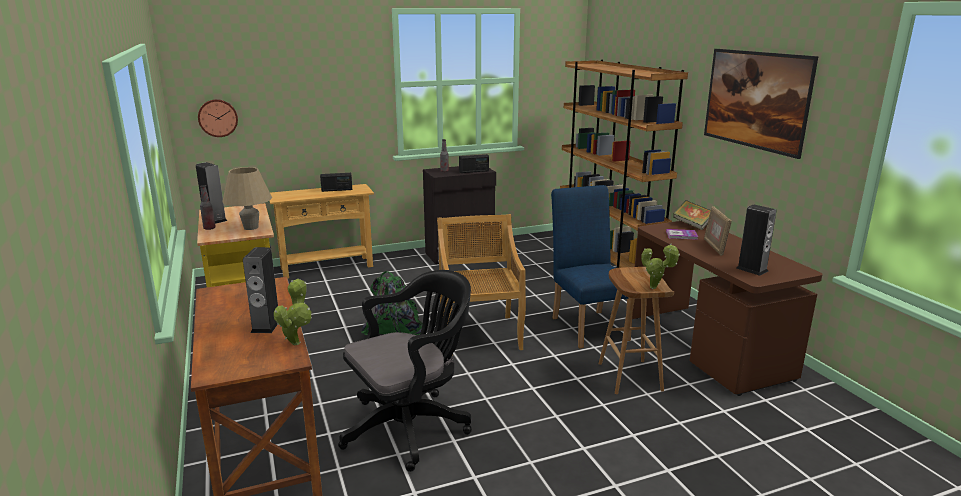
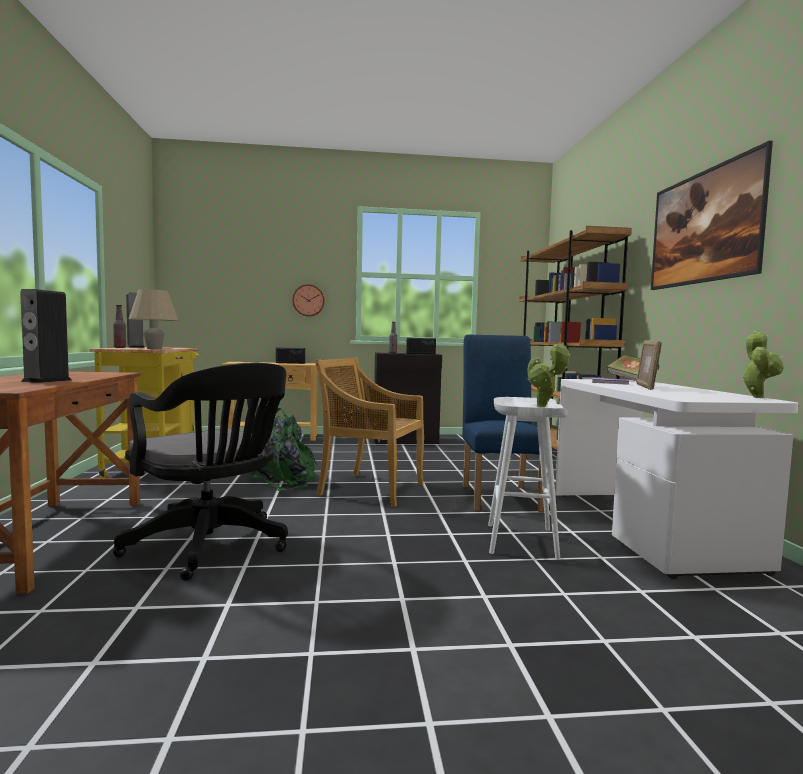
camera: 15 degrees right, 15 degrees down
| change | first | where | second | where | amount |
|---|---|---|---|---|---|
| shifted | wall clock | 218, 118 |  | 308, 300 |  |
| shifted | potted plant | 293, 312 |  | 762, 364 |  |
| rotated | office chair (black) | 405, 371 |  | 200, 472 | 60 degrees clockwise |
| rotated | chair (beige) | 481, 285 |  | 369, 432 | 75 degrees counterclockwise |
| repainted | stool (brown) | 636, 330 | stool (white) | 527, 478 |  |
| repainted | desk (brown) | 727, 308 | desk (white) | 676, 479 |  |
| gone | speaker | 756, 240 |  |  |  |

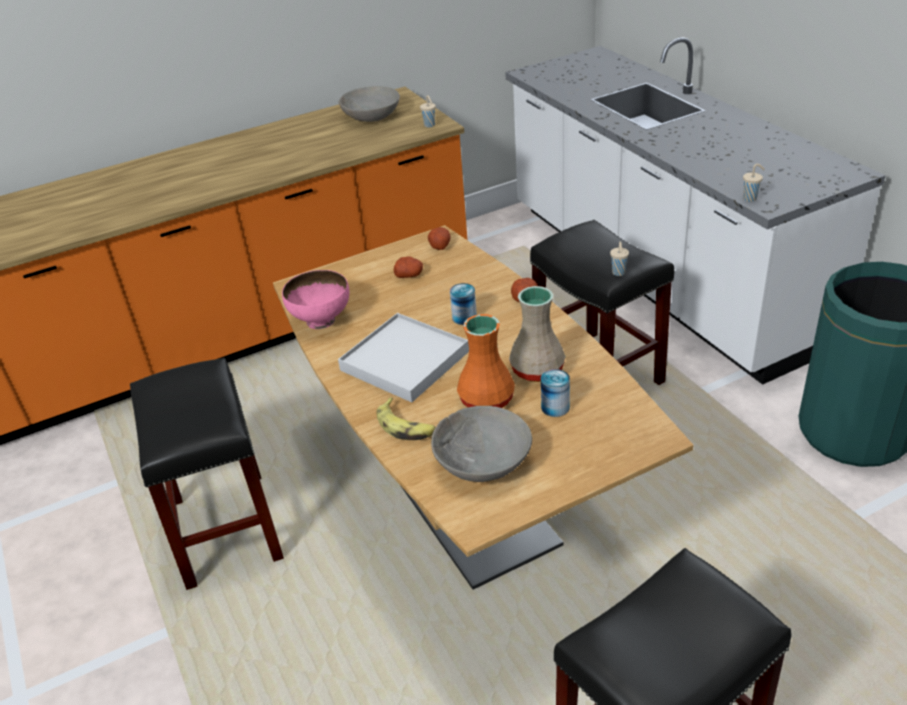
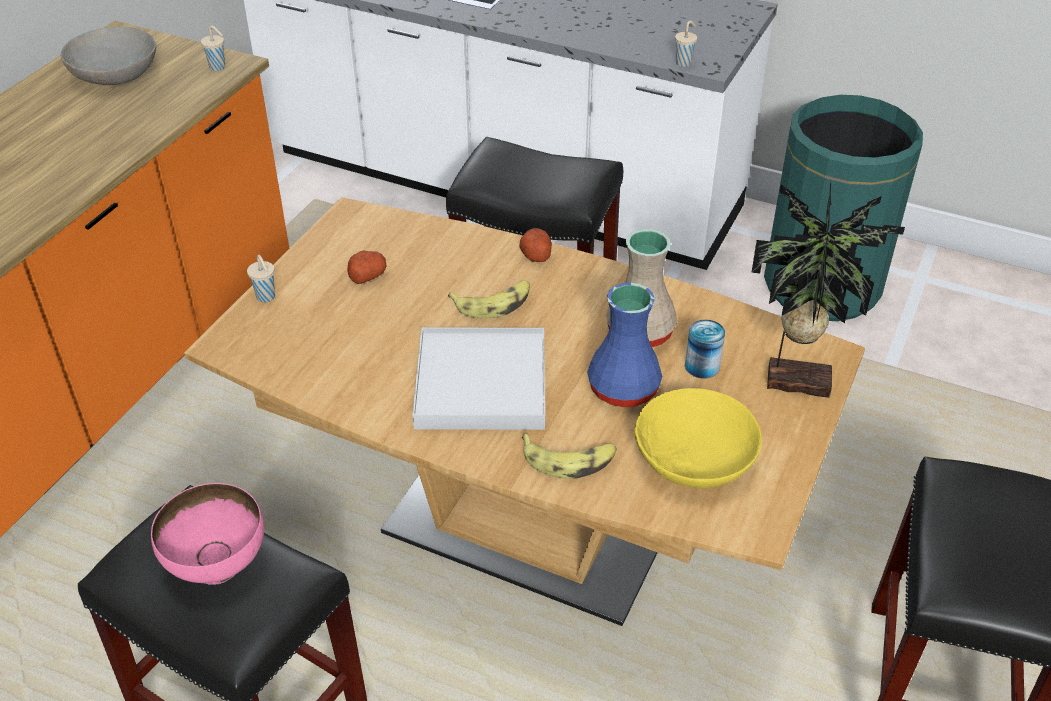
camera: 40 degrees left, 5 degrees up
| change | first | where | second | where | amount |
|---|---|---|---|---|---|
| shifted | bowl (pink) | 315, 299 |  | 207, 534 |  |
| gone | potato | 439, 238 |  |  |  |
| repainted | bowl (grey) | 481, 444 | bowl (yellow) | 698, 438 |  |
| swapped | can | 463, 304 | banana | 489, 299 |  |
| repainted | vase (orange) | 486, 361 | vase (blue) | 624, 345 |  |
| shifted | cup (beige) | 619, 258 |  | 261, 278 |  |
| new |  |  | potted plant | 828, 290 |  |

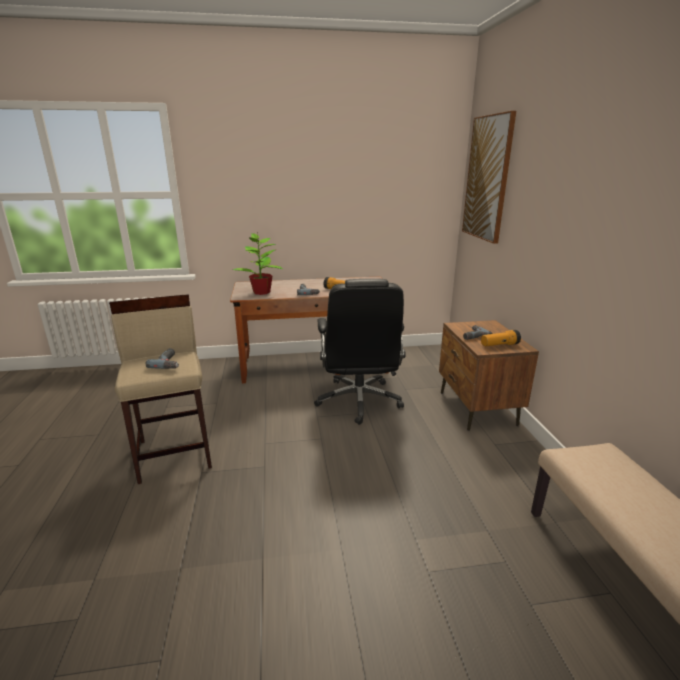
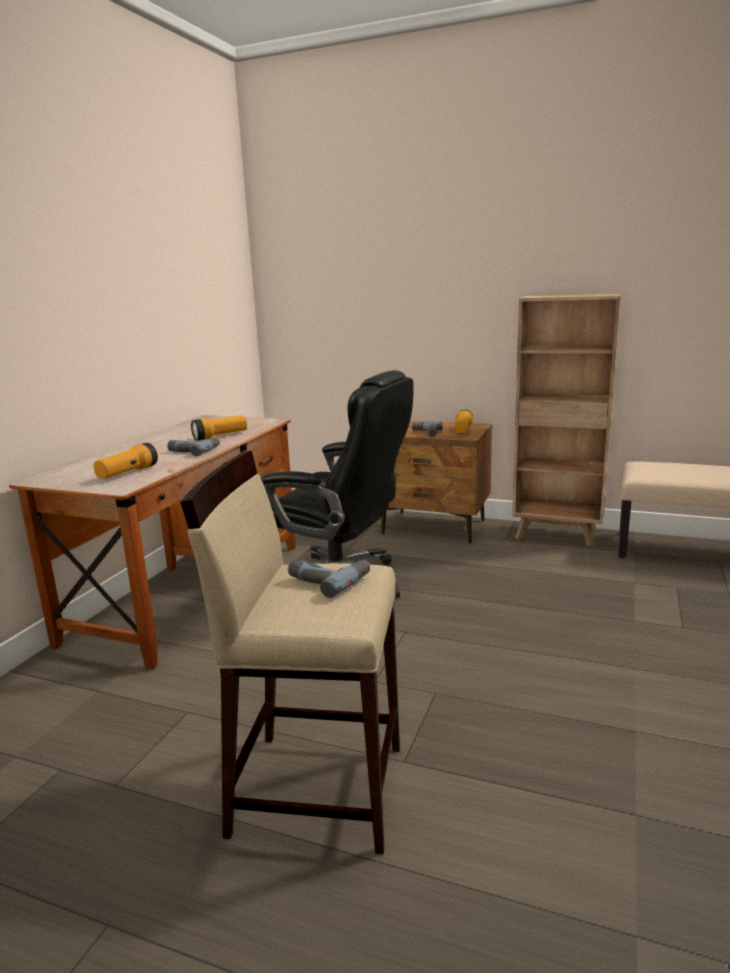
camera: 60 degrees left, 5 degrees down
| change | first | where | second | where | amount |
|---|---|---|---|---|---|
| swapped | potted plant | 258, 263 | flashlight | 126, 461 |  |
| gone | picture | 489, 177 |  |  |  |
| new |  |  | bookcase (brown) | 566, 420 |  |

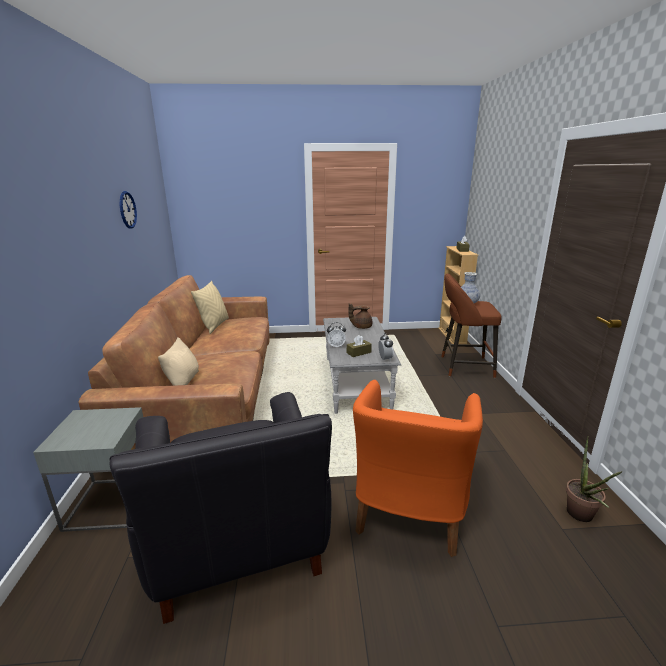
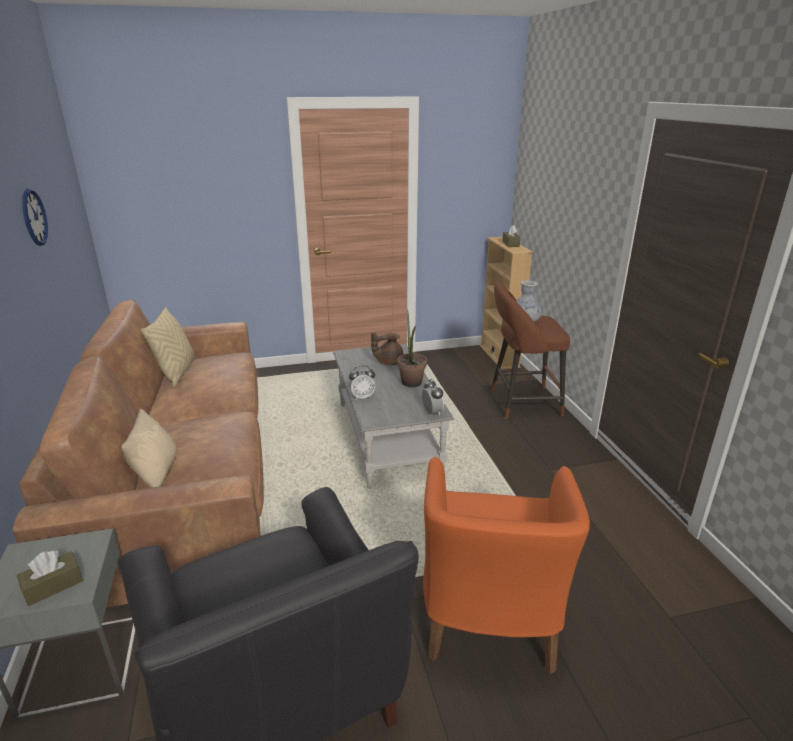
camera: 10 degrees left, 5 degrees up
| change | first | where | second | where | amount |
|---|---|---|---|---|---|
| shifted | tissue box (brown) | 359, 346 |  | 50, 578 |  |
| shifted | potted plant | 594, 479 |  | 412, 348 |  |

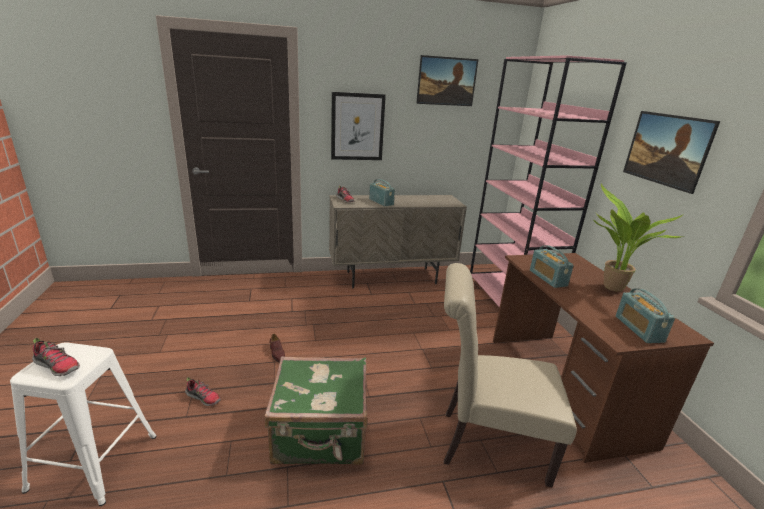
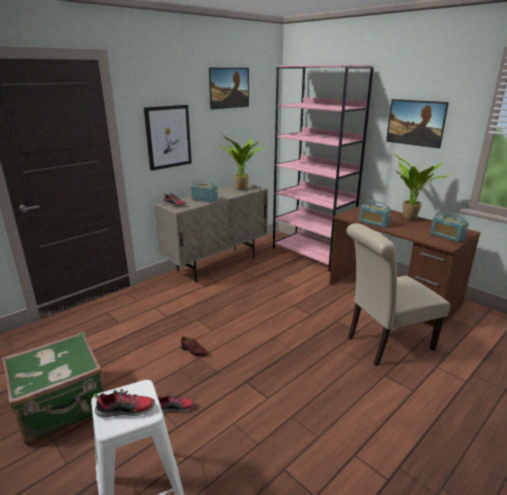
camera: 30 degrees left, 0 degrees up
| change | first | where | second | where | amount |
|---|---|---|---|---|---|
| shifted | suitcase (green) | 316, 411 |  | 53, 388 |  |
| new |  |  | potted plant | 242, 162 |  |

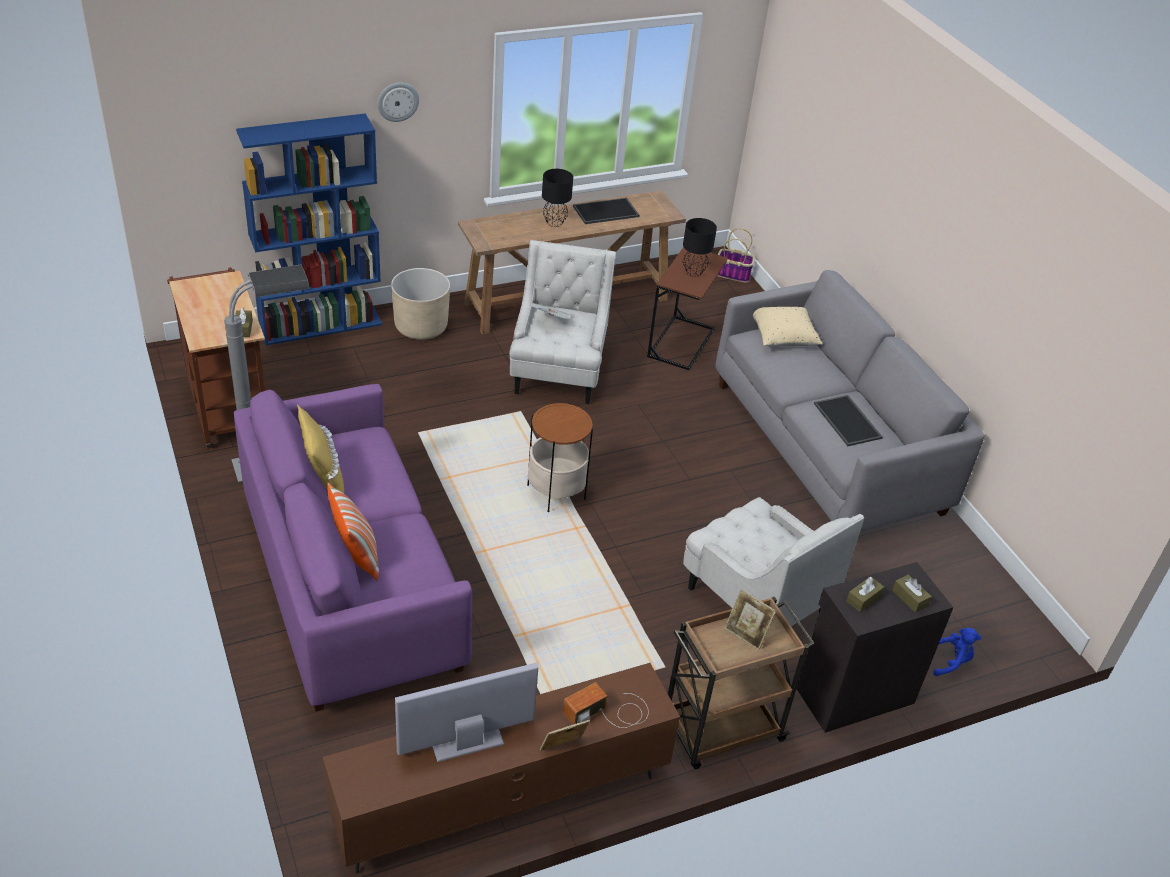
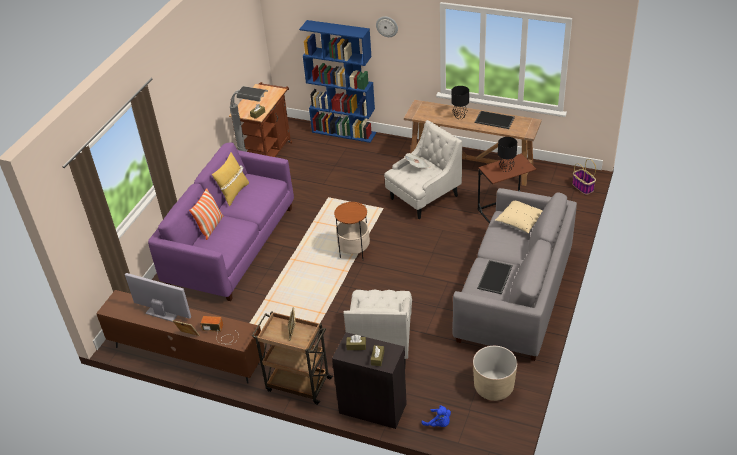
camera: 50 degrees right, 0 degrees up
| change | first | where | second | where | amount |
|---|---|---|---|---|---|
| shifted | planter (beige) | 420, 304 |  | 495, 373 |  |

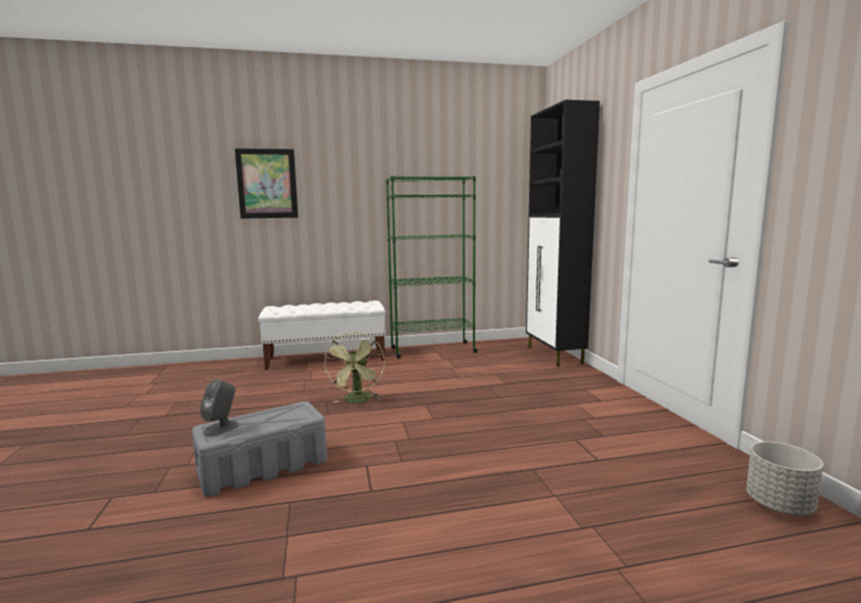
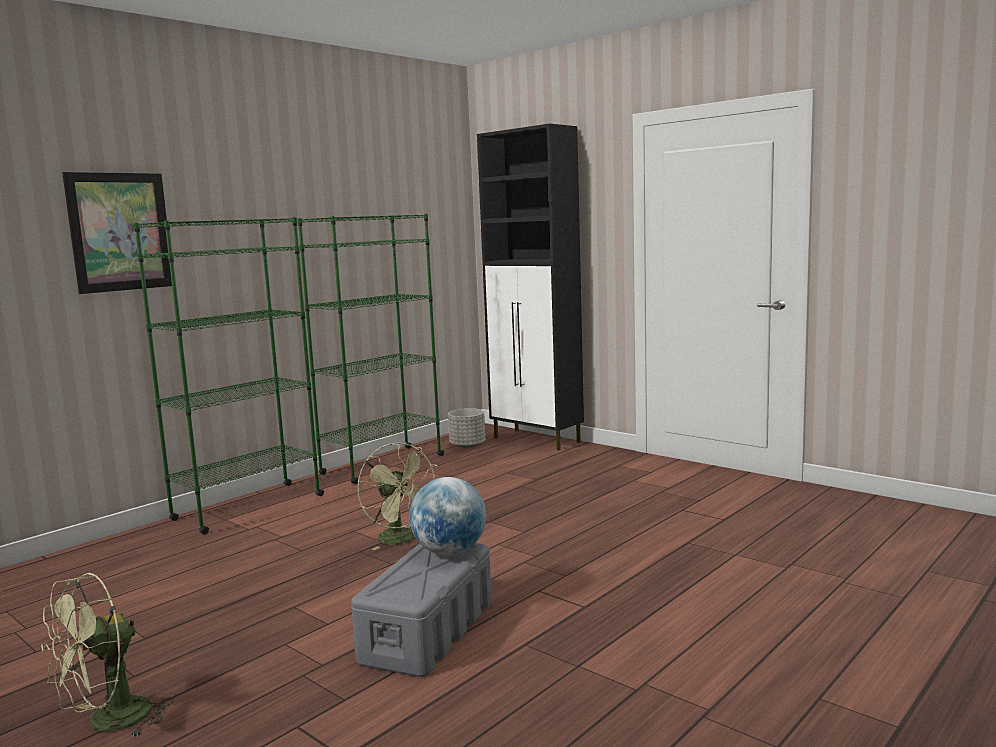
camera: 35 degrees left, 0 degrees up
| change | first | where | second | where | amount |
|---|---|---|---|---|---|
| gone | speaker (grey) | 219, 407 |  |  |  |
| swapped | bench (white) | 322, 335 | bookcase (green) | 229, 375 |  |
| shifted | planter (grey) | 784, 478 |  | 466, 428 |  |
| new |  |  | fan (green) | 107, 655 |  |
| new |  |  | globe | 447, 516 |  |

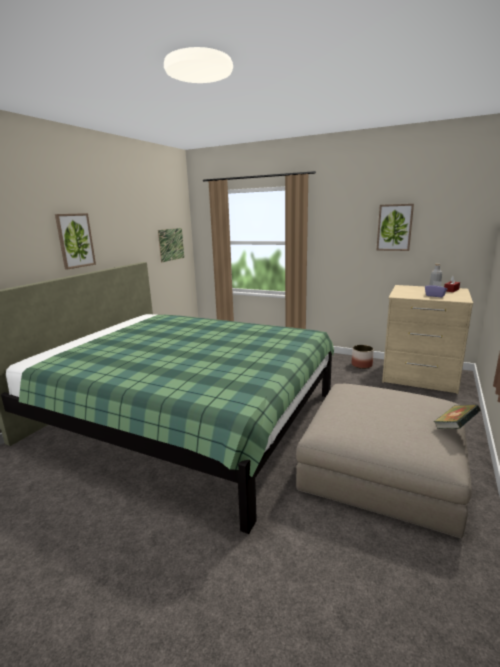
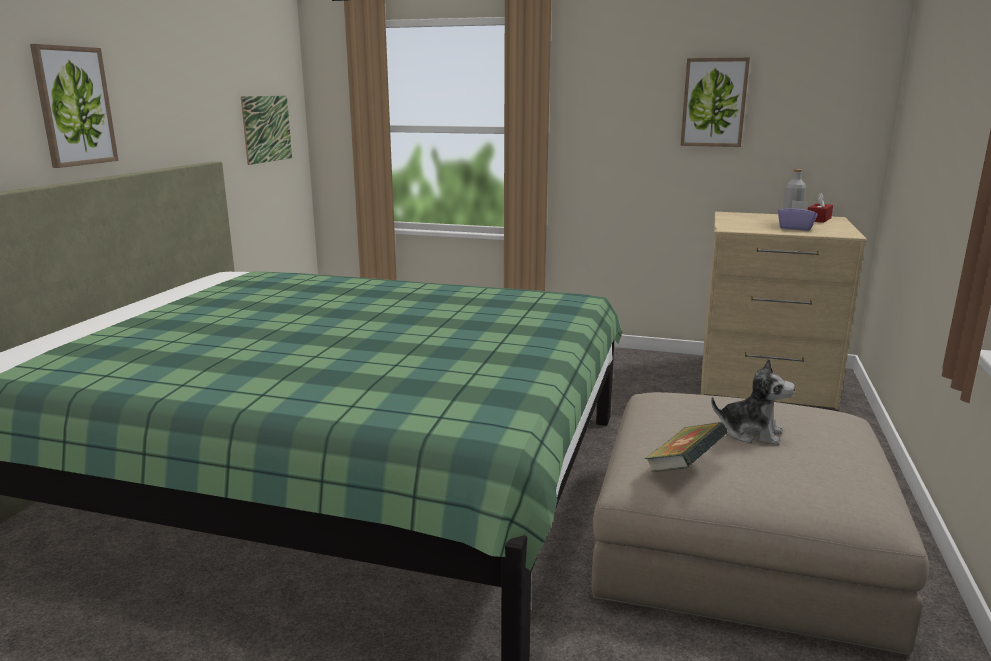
camera: 10 degrees left, 0 degrees up
| change | first | where | second | where | amount |
|---|---|---|---|---|---|
| gone | planter | 363, 357 |  |  |  |
| shifted | book | 457, 417 |  | 686, 447 |  |
| new |  |  | plush toy | 753, 402 |  |

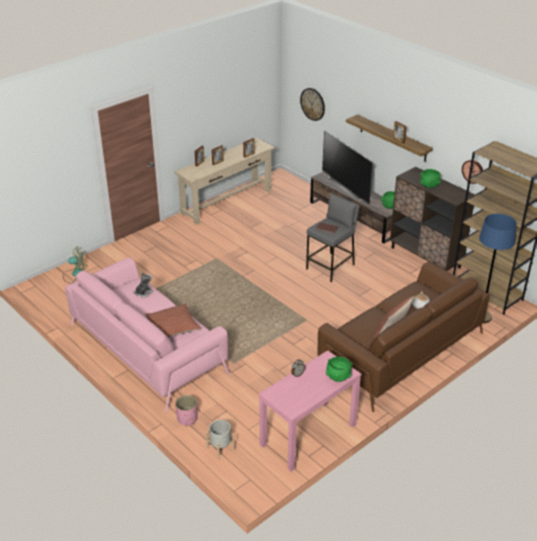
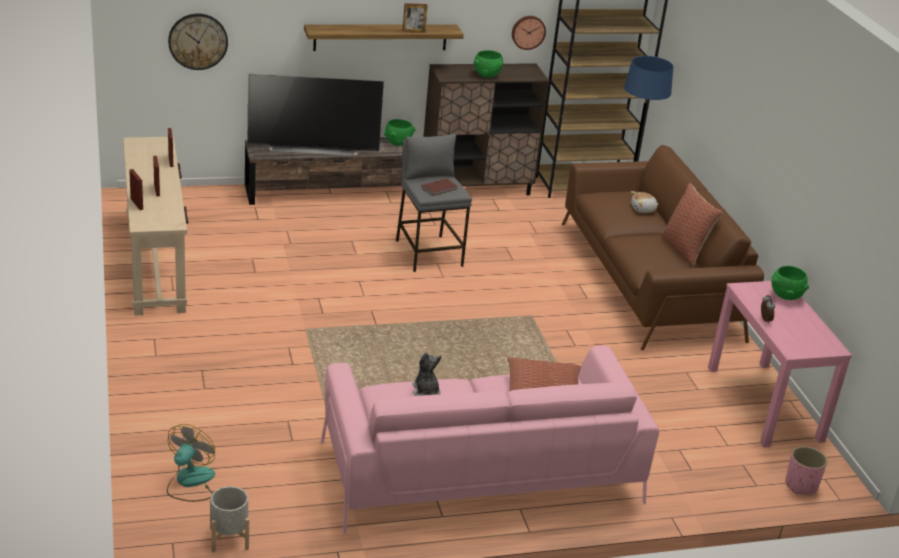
camera: 65 degrees left, 5 degrees down
| change | first | where | second | where | amount |
|---|---|---|---|---|---|
| shifted | planter (pink) | 186, 410 |  | 806, 470 |  |
| shifted | planter (grey) | 220, 439 |  | 229, 519 |  |

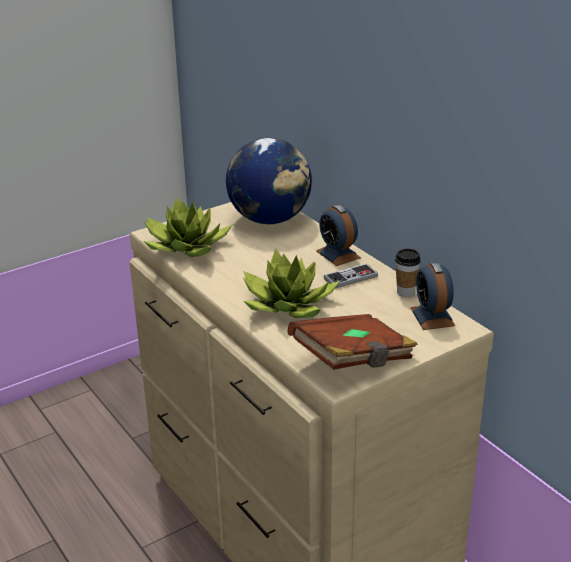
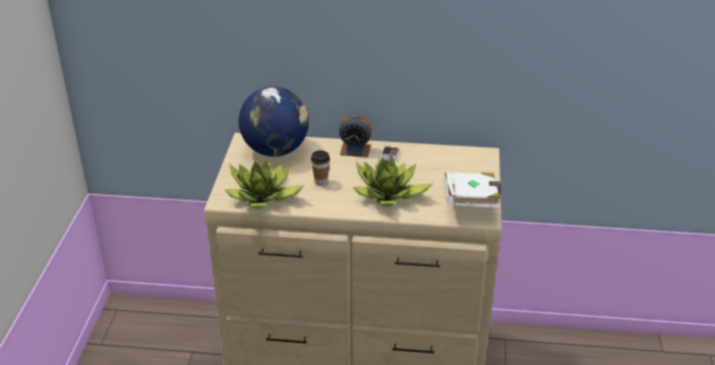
camera: 50 degrees left, 5 degrees up
| change | first | where | second | where | amount |
|---|---|---|---|---|---|
| repainted | book (brown) | 353, 342 | book (white) | 472, 190 |  |
| shifted | cup | 408, 273 |  | 320, 168 |  |
| gone | alarm clock | 432, 296 |  |  |  |

